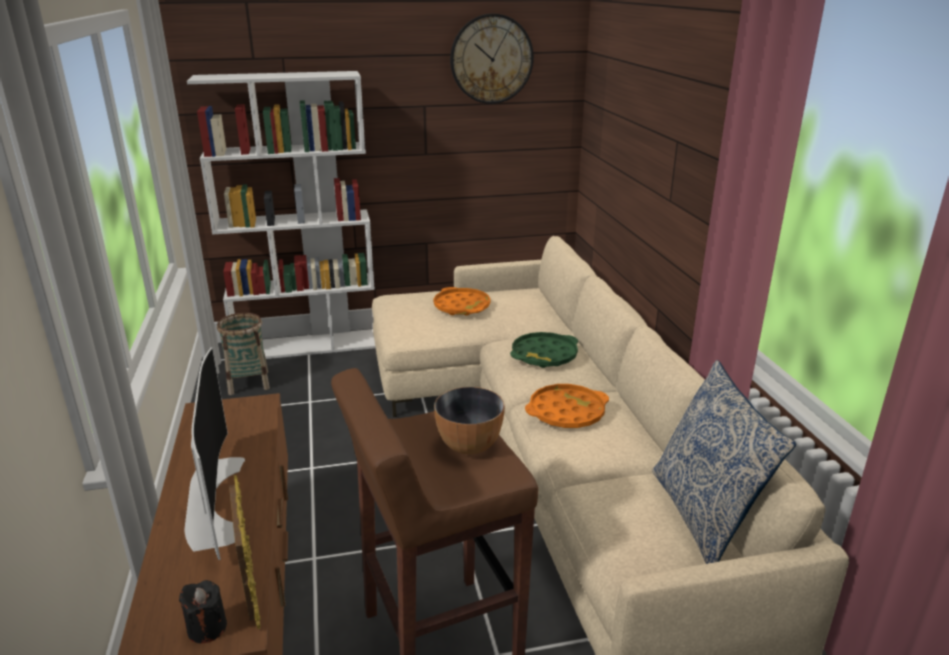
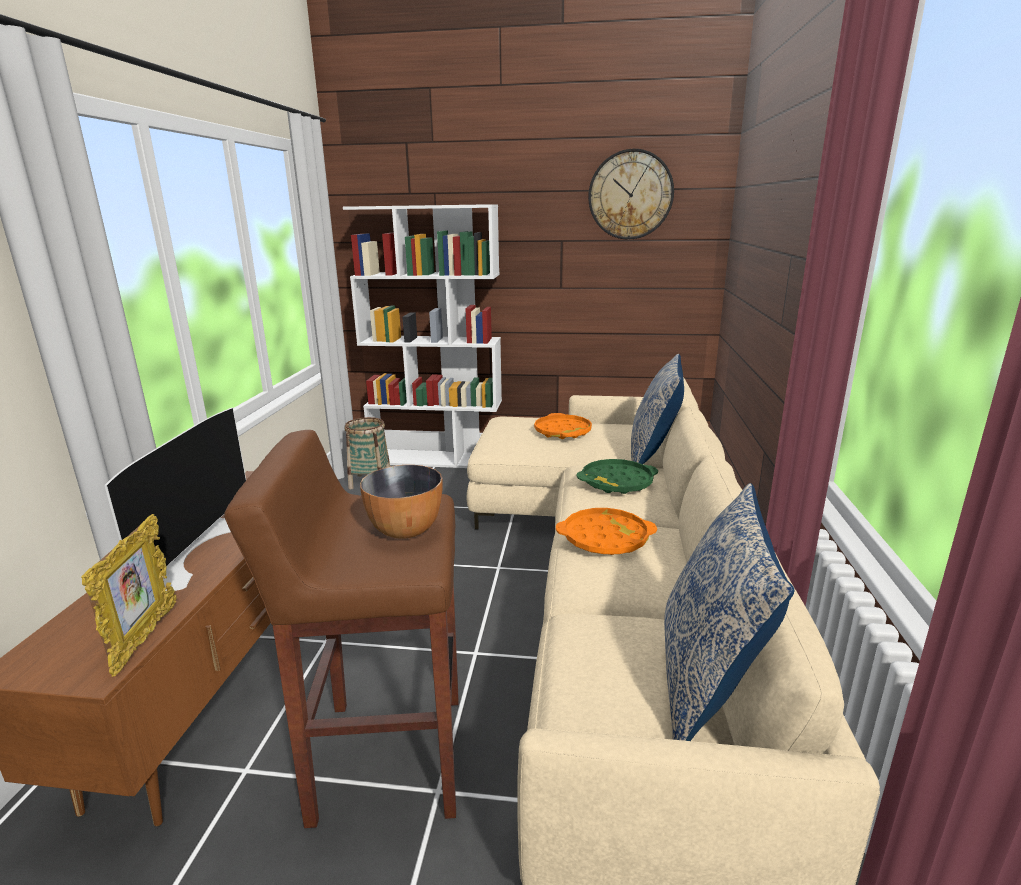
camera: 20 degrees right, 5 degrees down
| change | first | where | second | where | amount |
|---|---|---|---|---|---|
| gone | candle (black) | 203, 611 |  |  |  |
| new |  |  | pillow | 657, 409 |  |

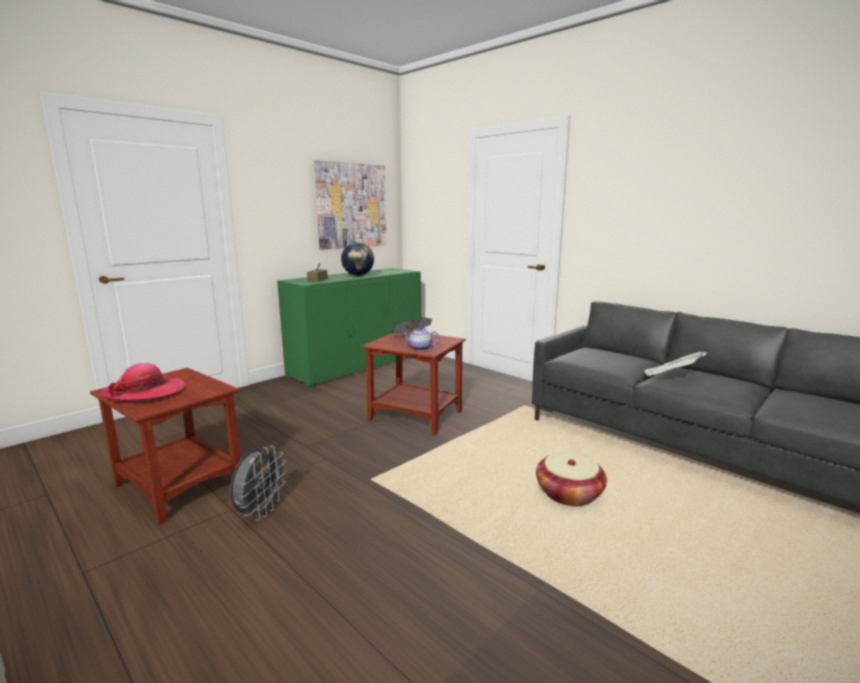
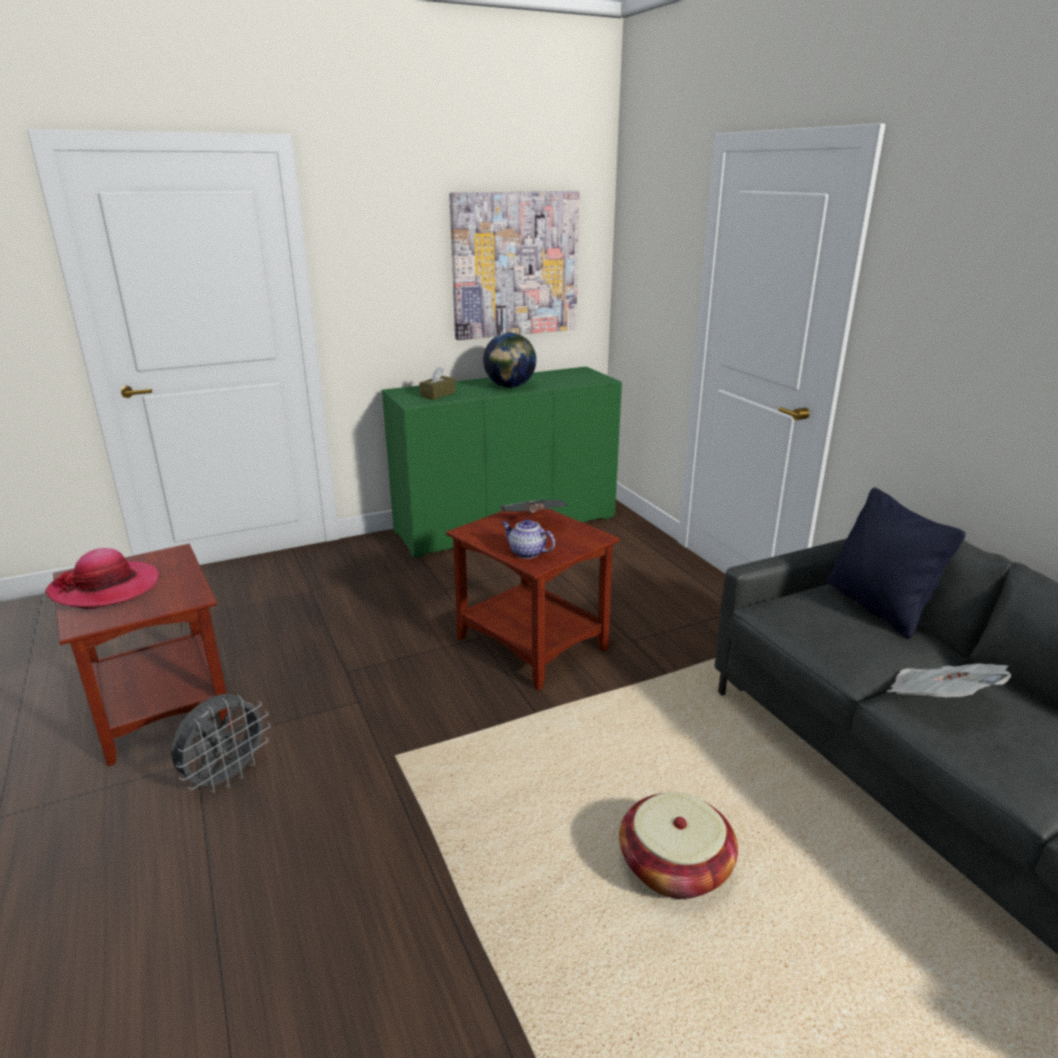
camera: 20 degrees right, 10 degrees up
| change | first | where | second | where | amount |
|---|---|---|---|---|---|
| new |  |  | pillow (black) | 896, 563 |  |

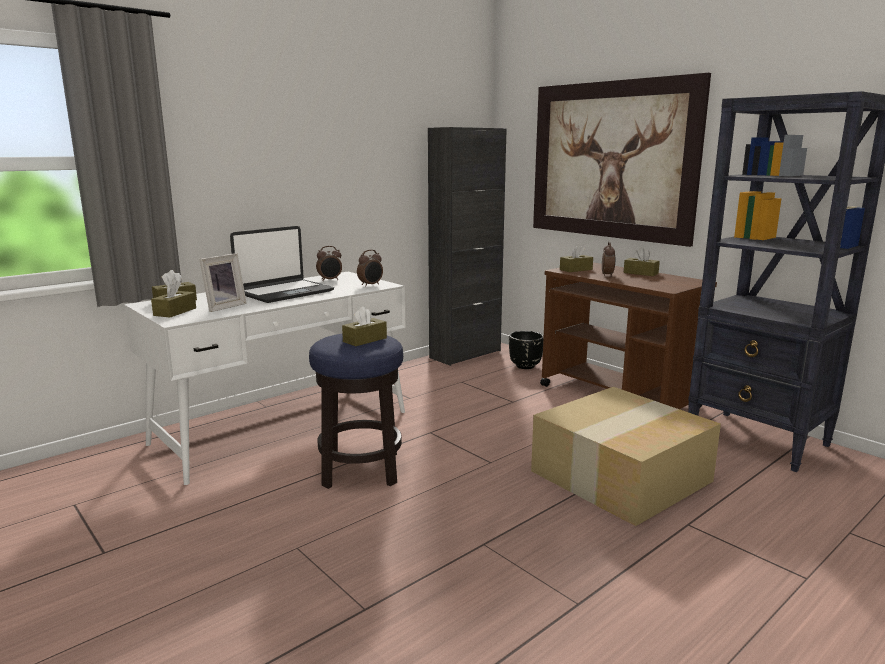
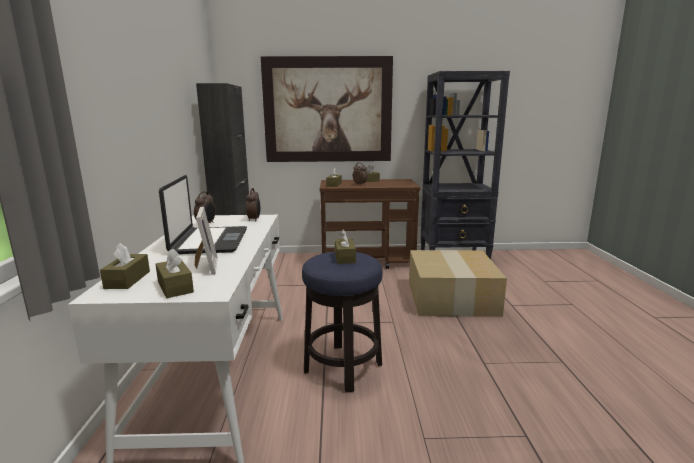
camera: 50 degrees left, 0 degrees up
| change | first | where | second | where | amount |
|---|---|---|---|---|---|
| gone | planter (black) | 526, 350 |  |  |  |

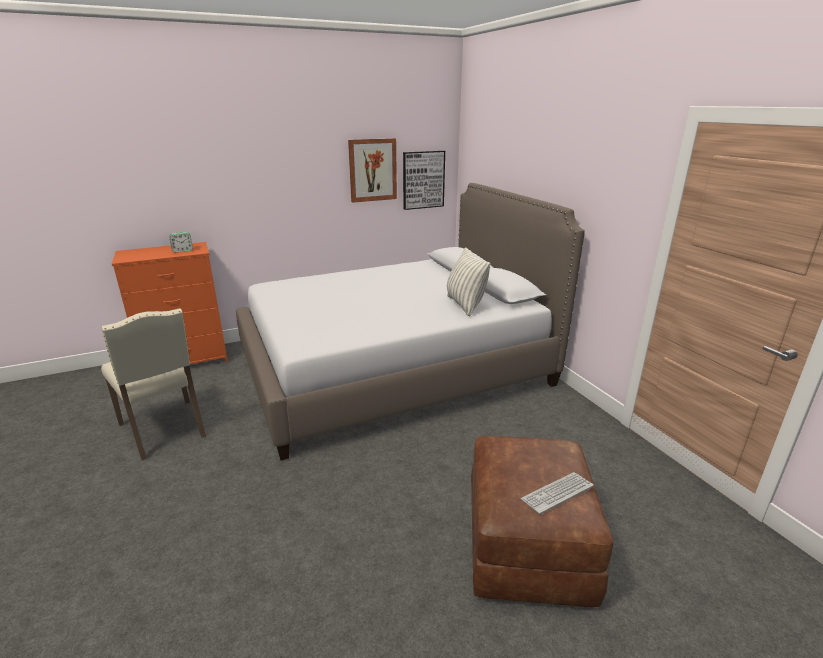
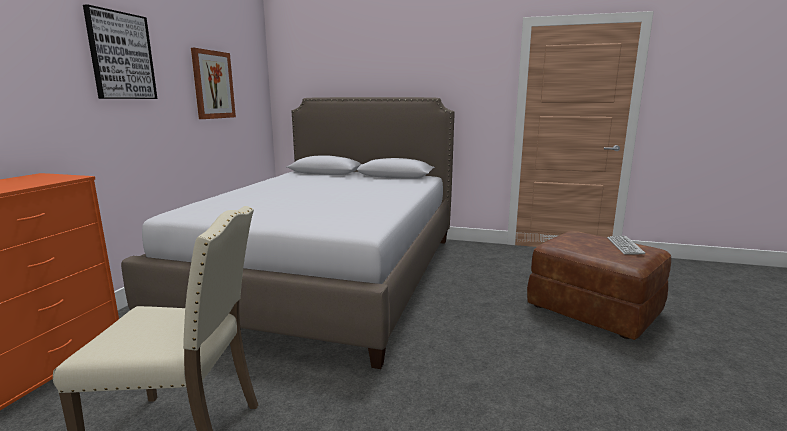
camera: 50 degrees left, 10 degrees down
| change | first | where | second | where | amount |
|---|---|---|---|---|---|
| gone | alarm clock | 181, 242 |  |  |  |
| shifted | picture | 424, 180 |  | 120, 51 |  |
| gone | pillow | 468, 281 |  |  |  |

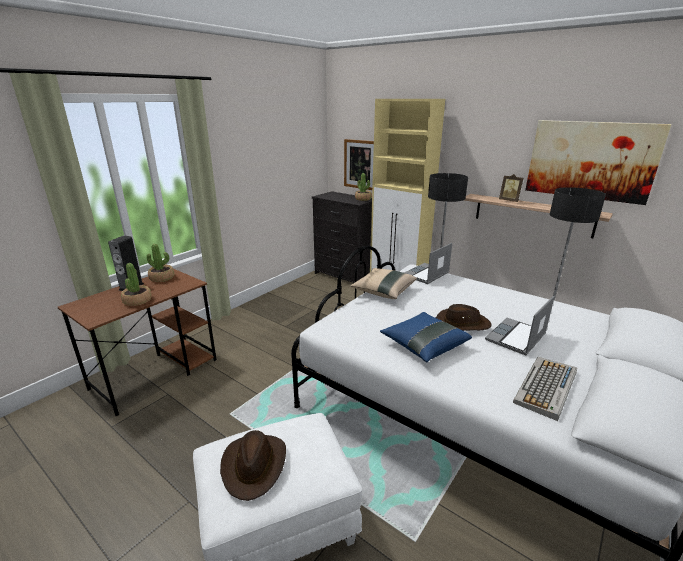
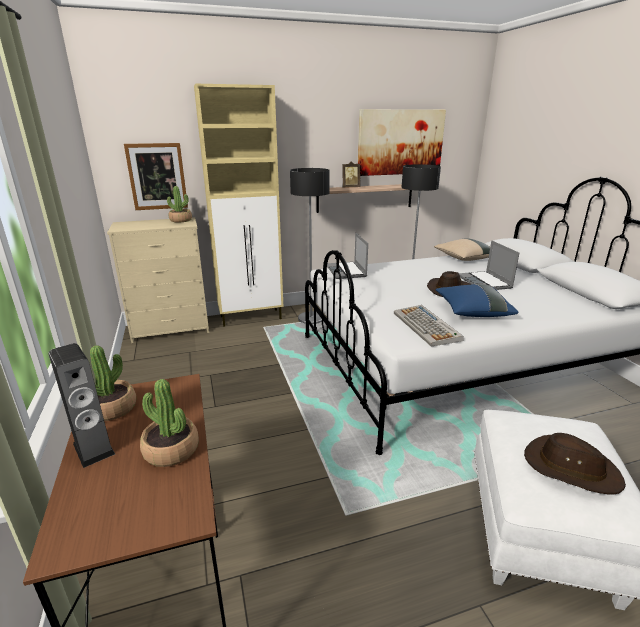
camera: 55 degrees left, 0 degrees up
| change | first | where | second | where | amount |
|---|---|---|---|---|---|
| repainted | dresser (black) | 342, 237 | dresser (beige) | 158, 280 |  |
| shifted | pillow (beige) | 383, 283 |  | 462, 249 |  |
| shifted | keyboard | 545, 389 |  | 429, 325 |  |

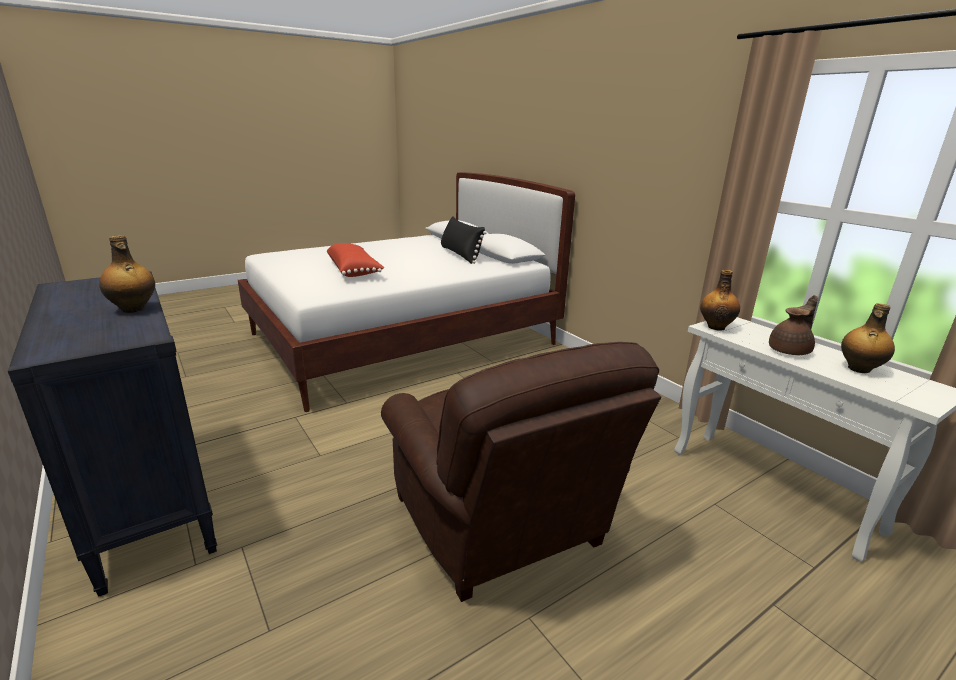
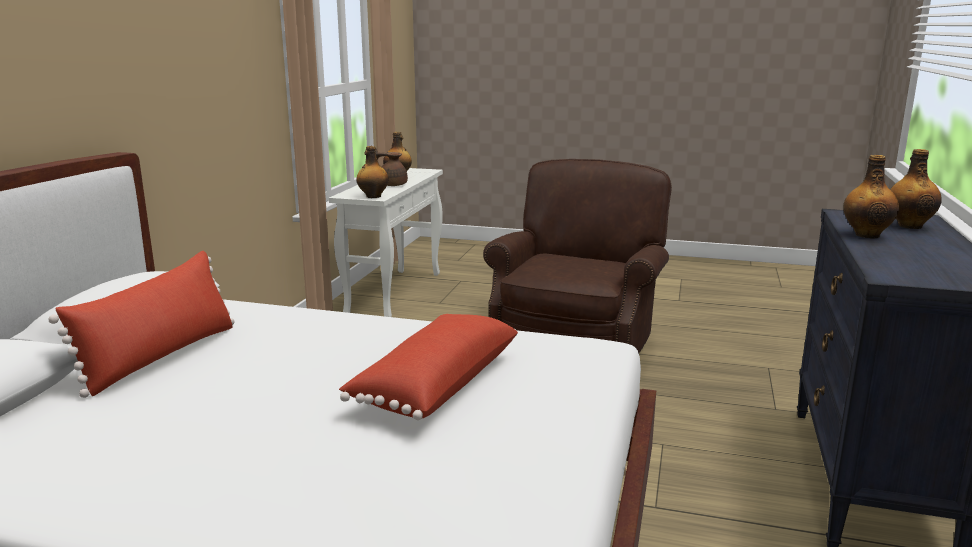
camera: 130 degrees left, 5 degrees down
| change | first | where | second | where | amount |
|---|---|---|---|---|---|
| repainted | pillow (black) | 464, 240 | pillow (red) | 141, 324 |  |
| new |  |  | bottle | 916, 189 |  |

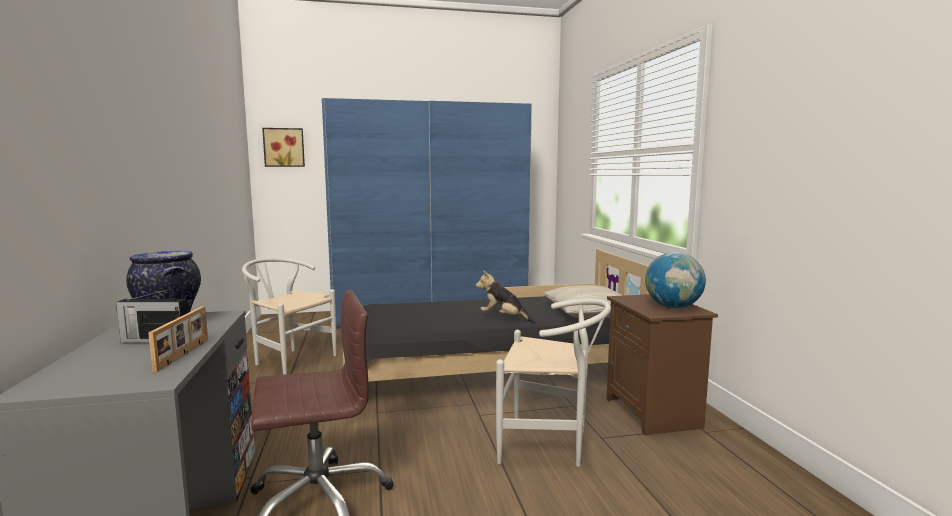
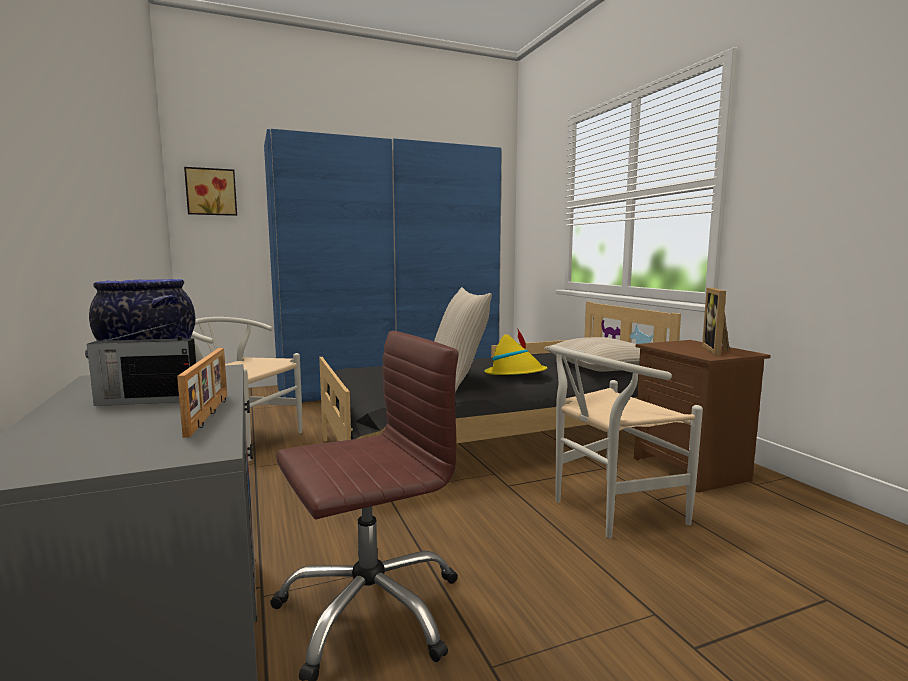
camera: 10 degrees left, 0 degrees up
| change | first | where | second | where | amount |
|---|---|---|---|---|---|
| swapped | plush toy | 505, 296 | hat (yellow) | 516, 351 |  |
| rotated | chair (white) | 553, 383 |  | 626, 441 | 150 degrees clockwise |
| swapped | globe | 675, 280 | picture frame | 716, 322 |  |
| new |  |  | pillow (beige) | 463, 339 |  |

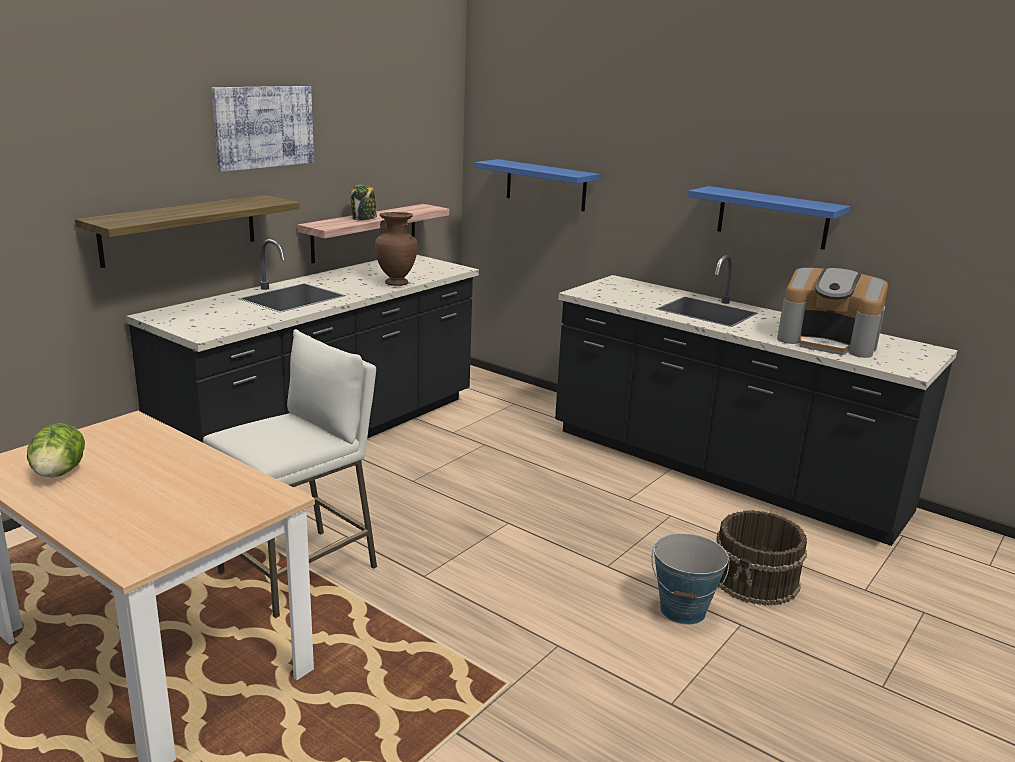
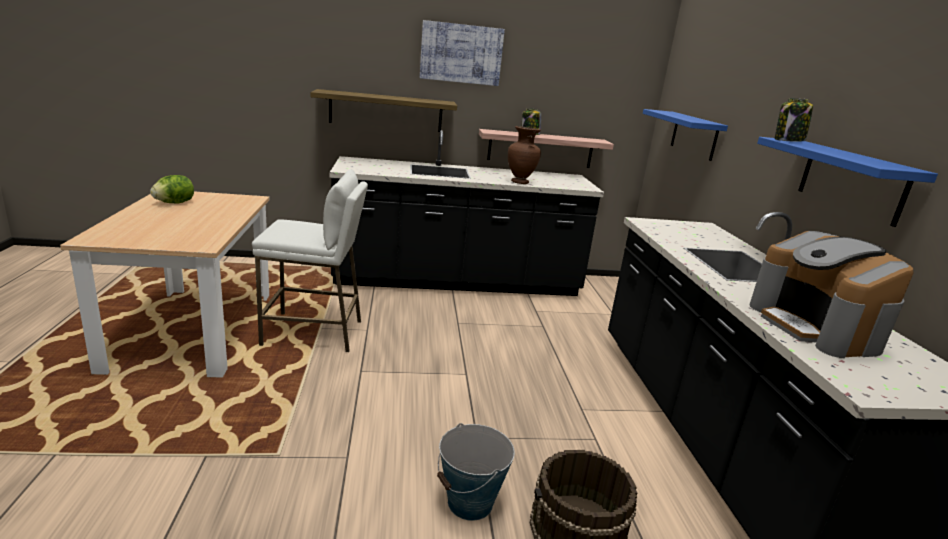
camera: 45 degrees right, 0 degrees up
| change | first | where | second | where | amount |
|---|---|---|---|---|---|
| new |  |  | jar | 793, 120 |  |

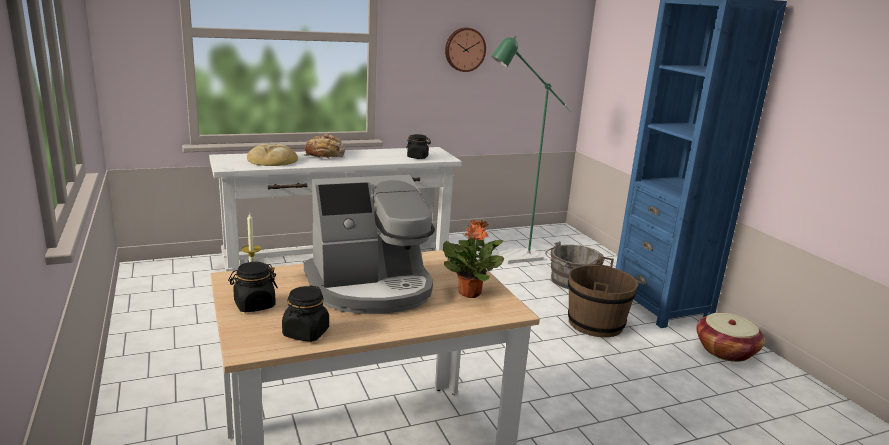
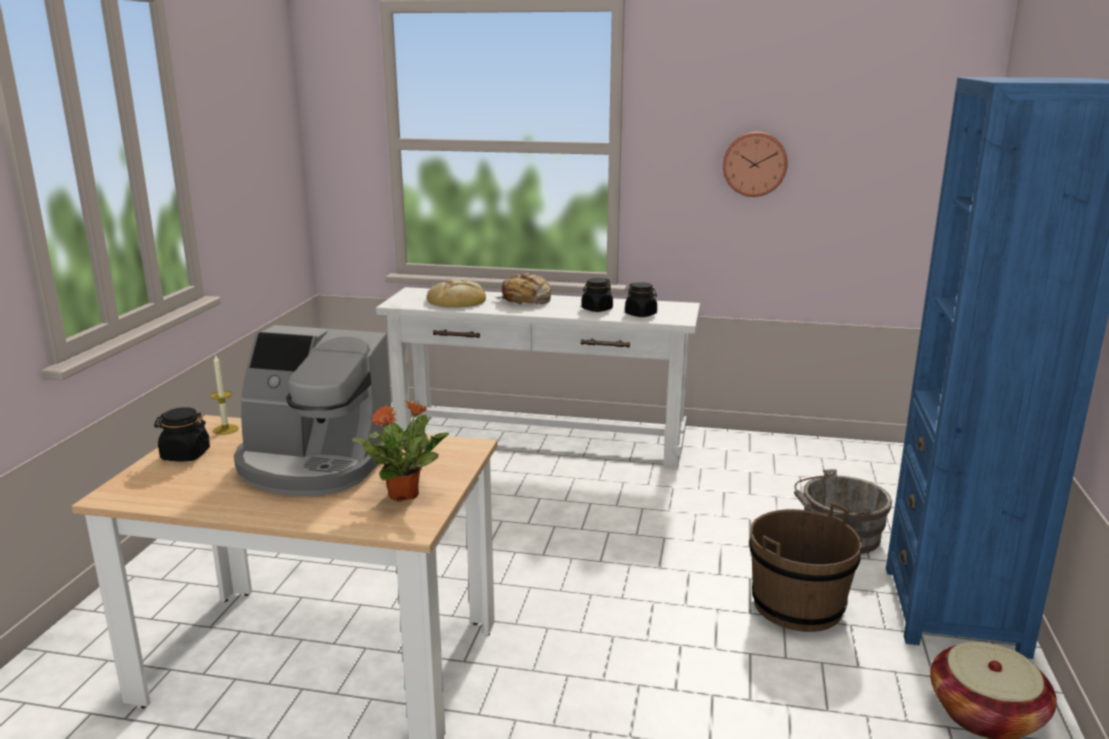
camera: 35 degrees right, 0 degrees up
| change | first | where | second | where | amount |
|---|---|---|---|---|---|
| shifted | jar (black) | 305, 313 |  | 597, 295 |  |
| gone | floor lamp (green) | 531, 150 |  |  |  |

